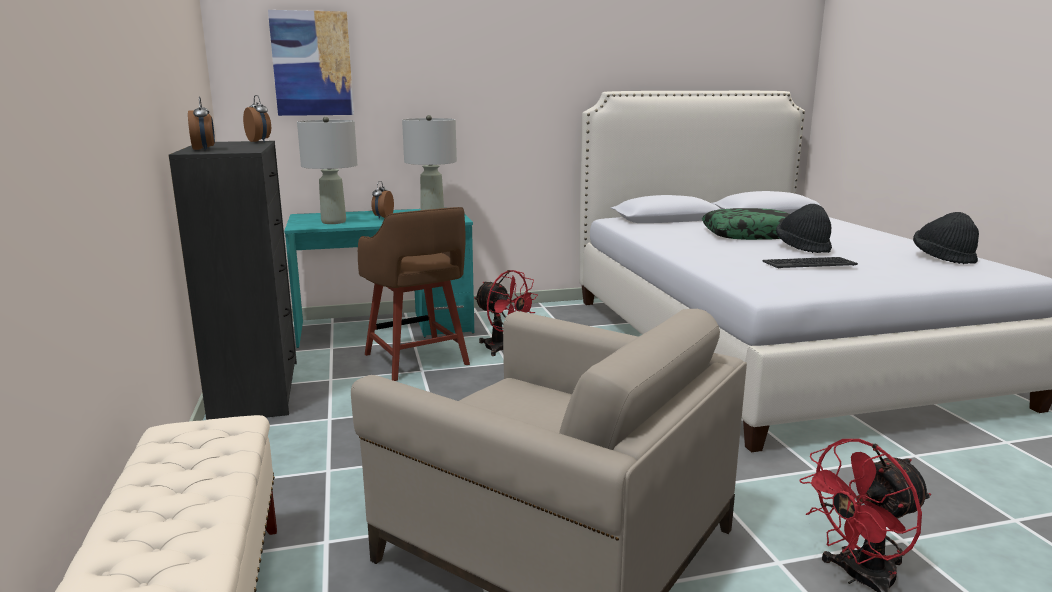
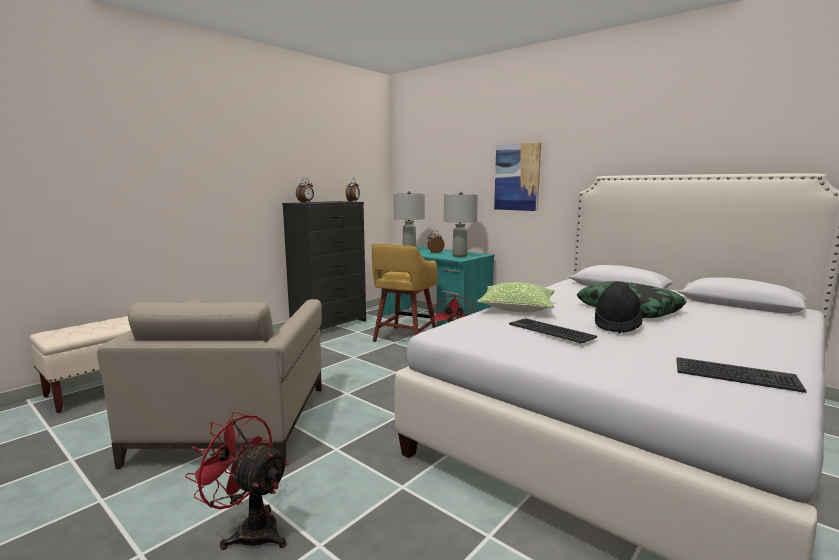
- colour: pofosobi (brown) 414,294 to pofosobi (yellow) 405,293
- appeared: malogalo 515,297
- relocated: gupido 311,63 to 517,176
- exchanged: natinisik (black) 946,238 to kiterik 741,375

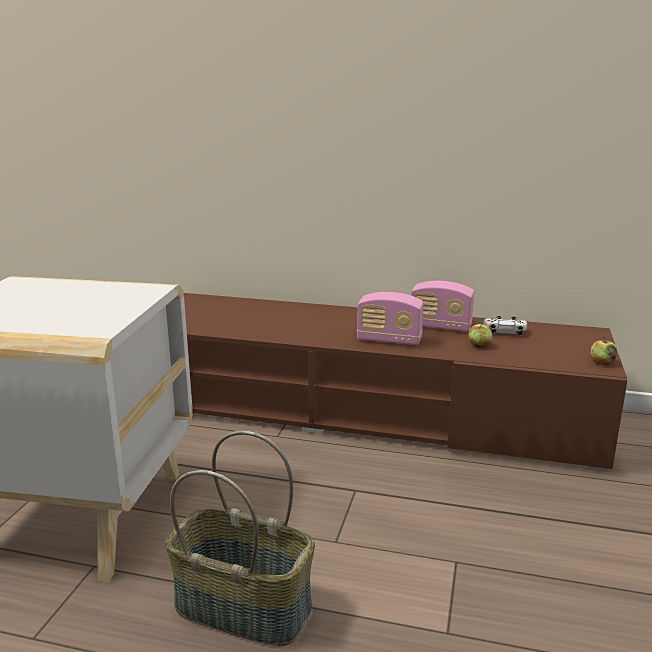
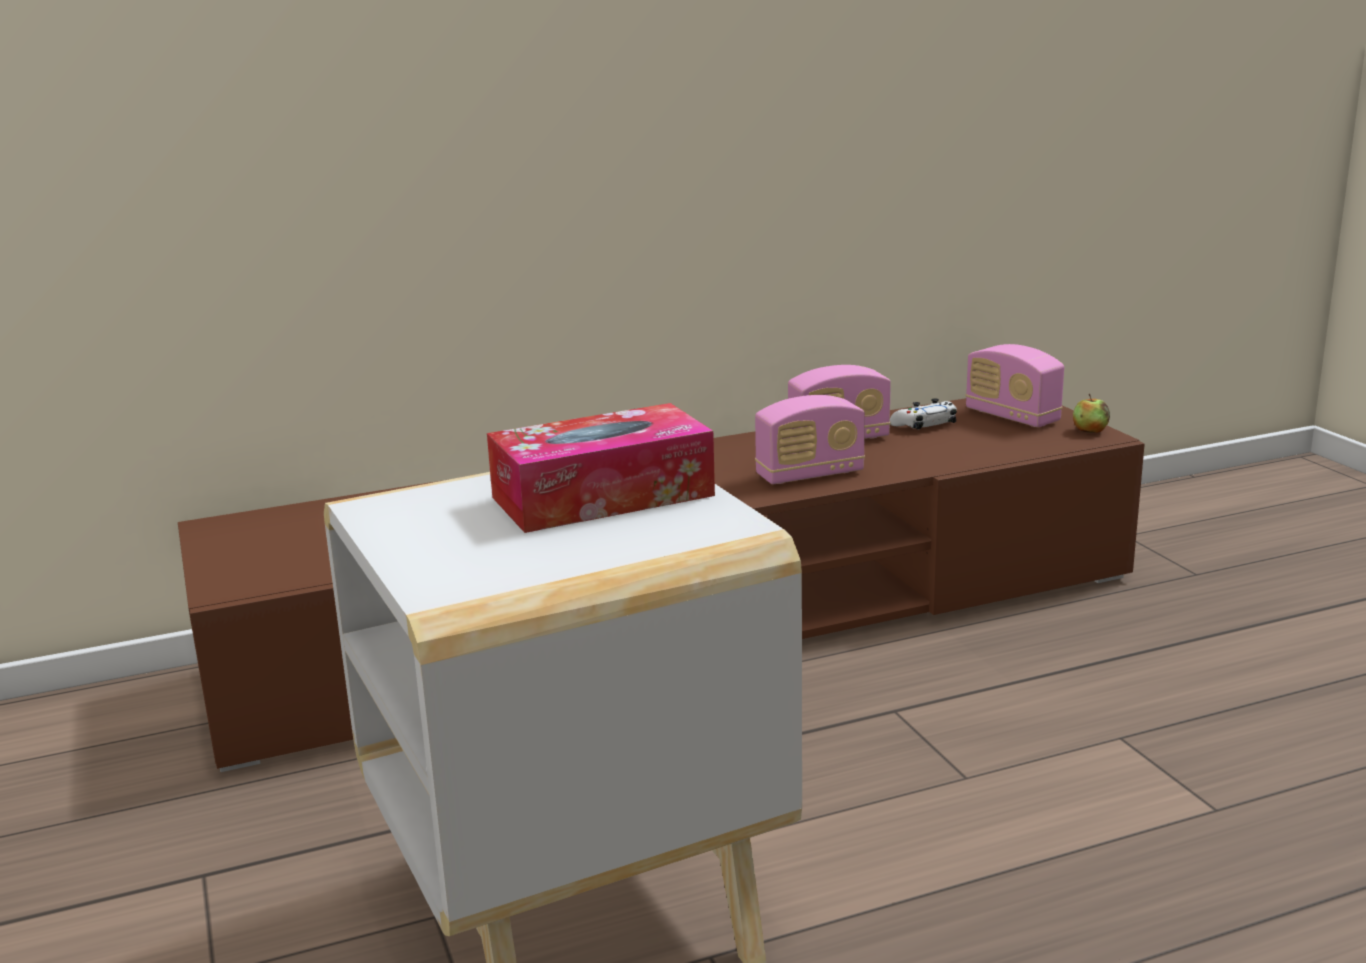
- appeared: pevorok 601,468
- appeared: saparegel 1015,385
- missing: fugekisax 240,538
- missing: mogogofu 480,335

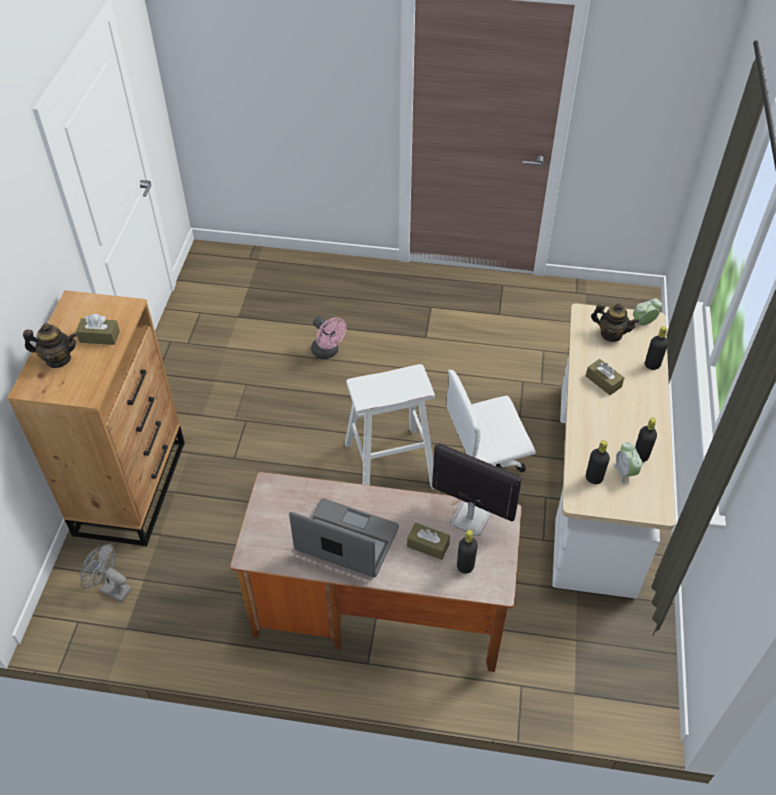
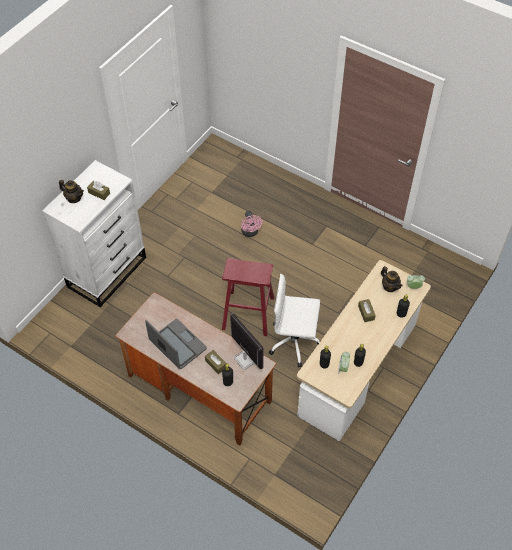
- colour: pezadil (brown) 96,418 to pezadil (white) 94,233
- colour: pofosobi (white) 390,426 to pofosobi (red) 248,297
- missing: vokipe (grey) 106,573

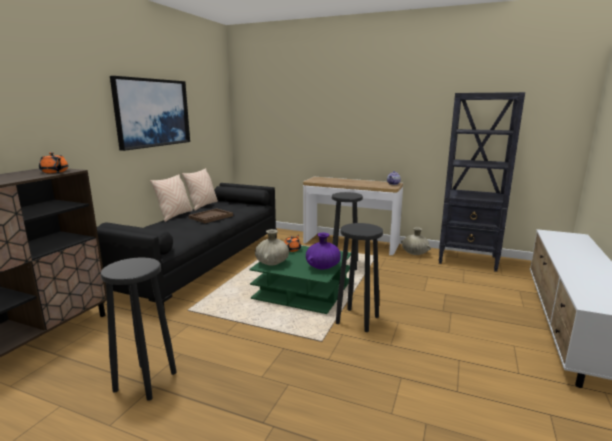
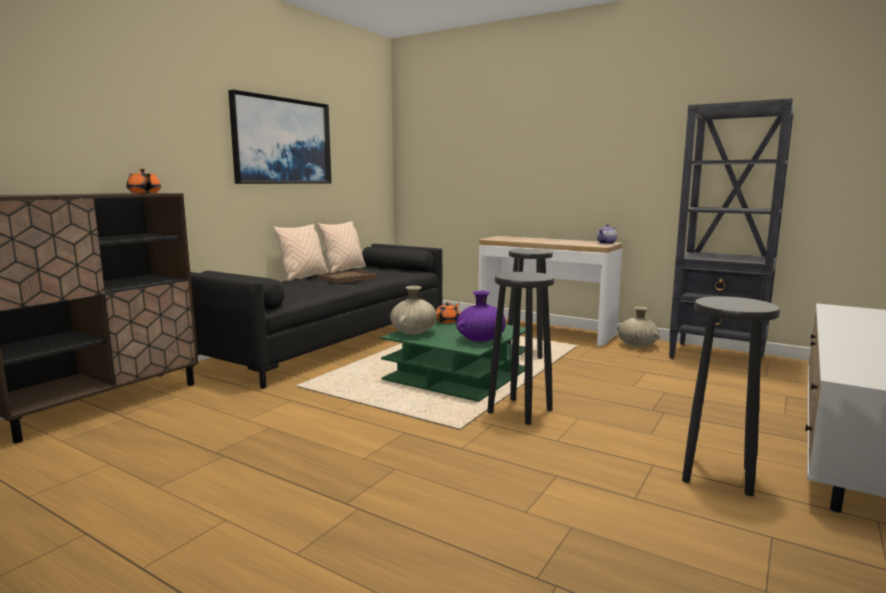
- relocated: pofosobi (black) 138,329 to 731,396

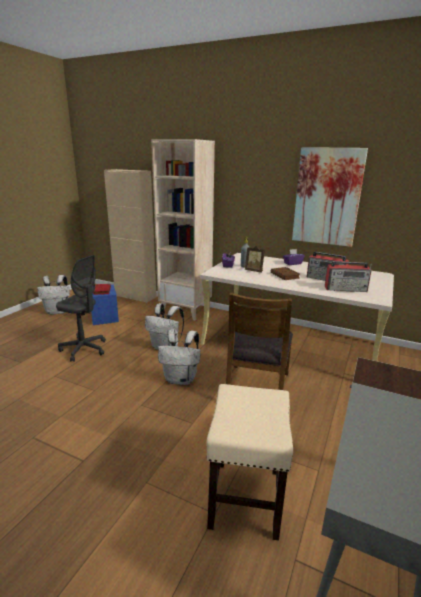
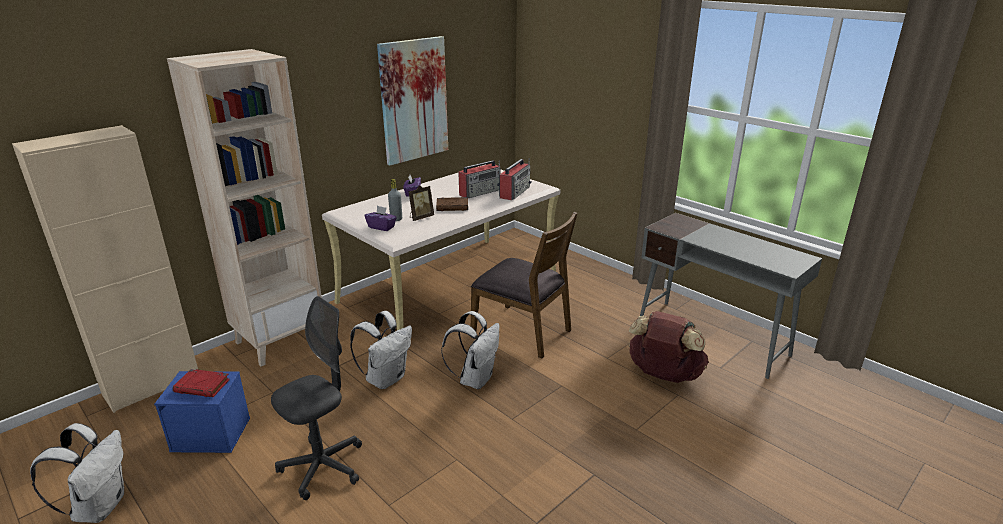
- exchanged: pofosobi (beige) 249,462 to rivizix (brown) 669,347

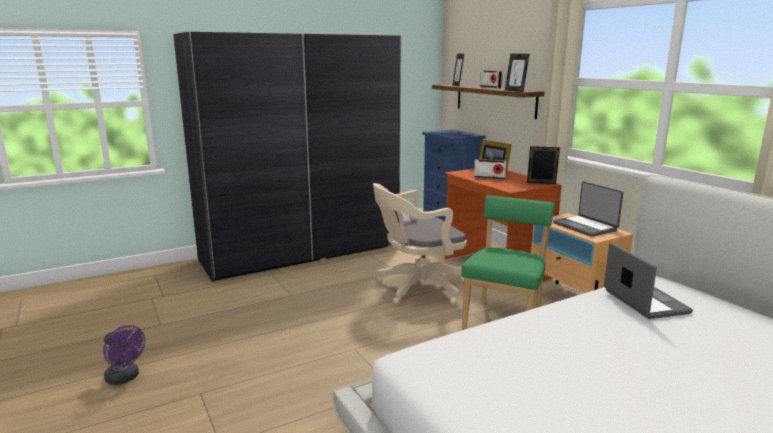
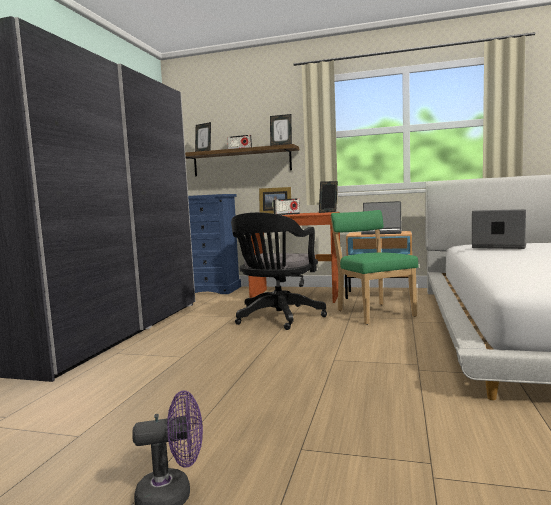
- colour: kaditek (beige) 420,244 to kaditek (black) 279,271

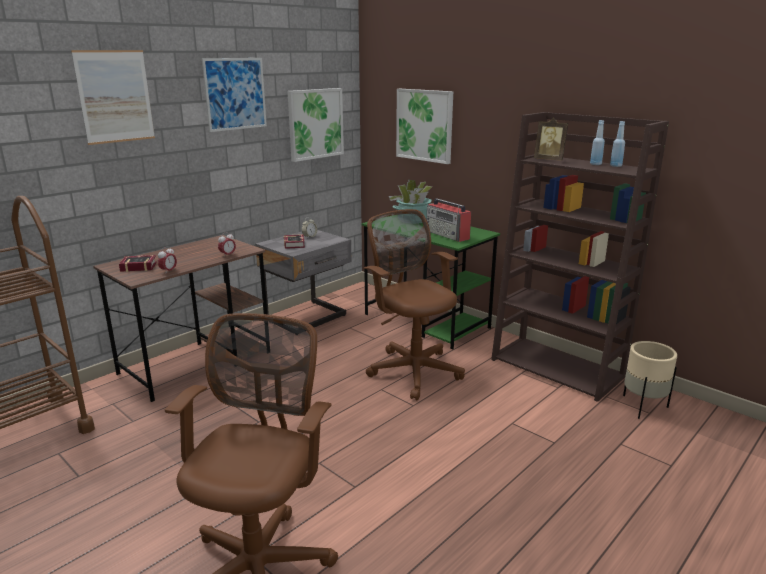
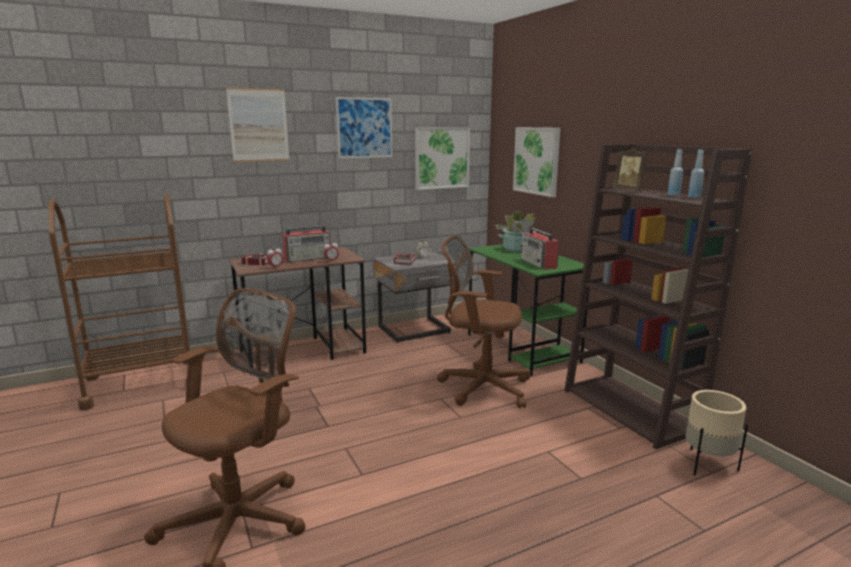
- appeared: saparegel 306,244
- spun: kaditek (brown) 414,304 = 484,321 60 degrees counterclockwise

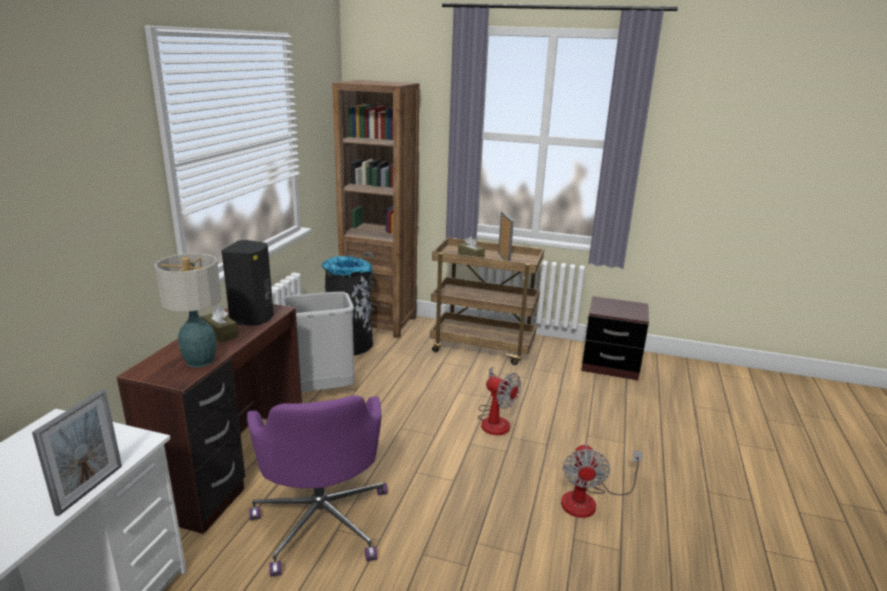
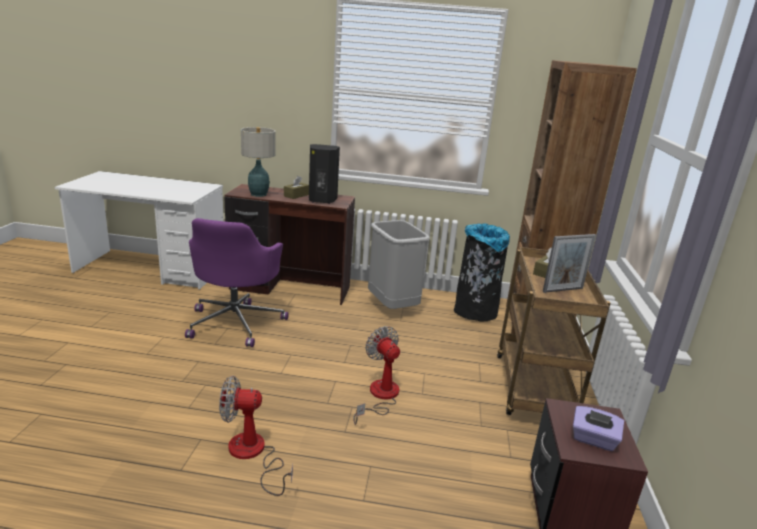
- spun: kaditek (purple) 317,486 = 237,282 60 degrees counterclockwise
- spun: vokipe 499,401 = 377,375 120 degrees clockwise
- appeared: pevorok (purple) 598,428
- missing: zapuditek 77,452

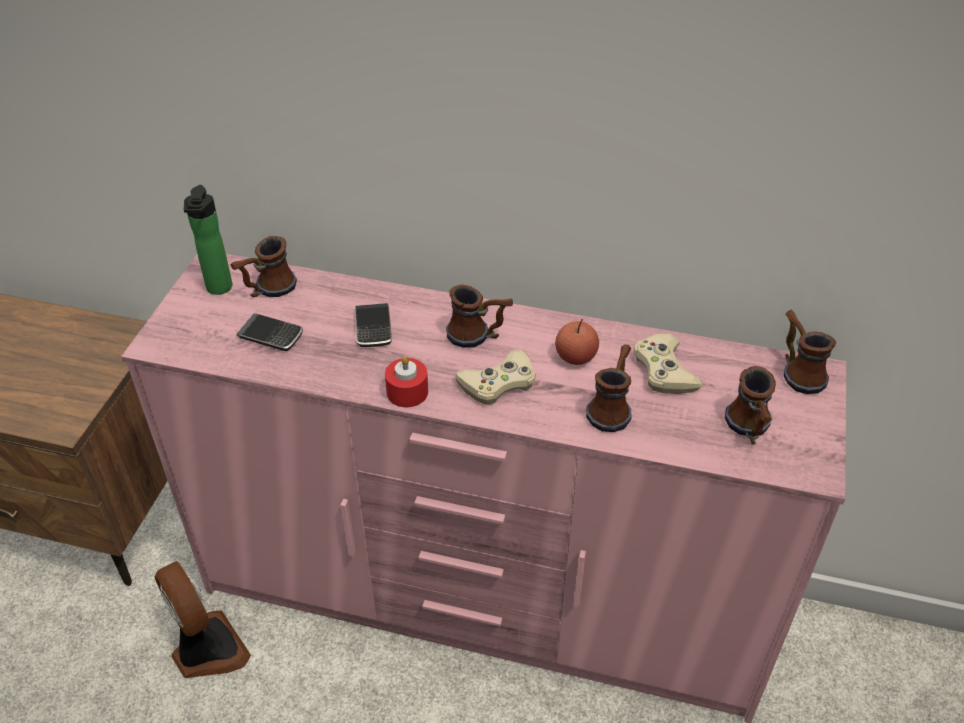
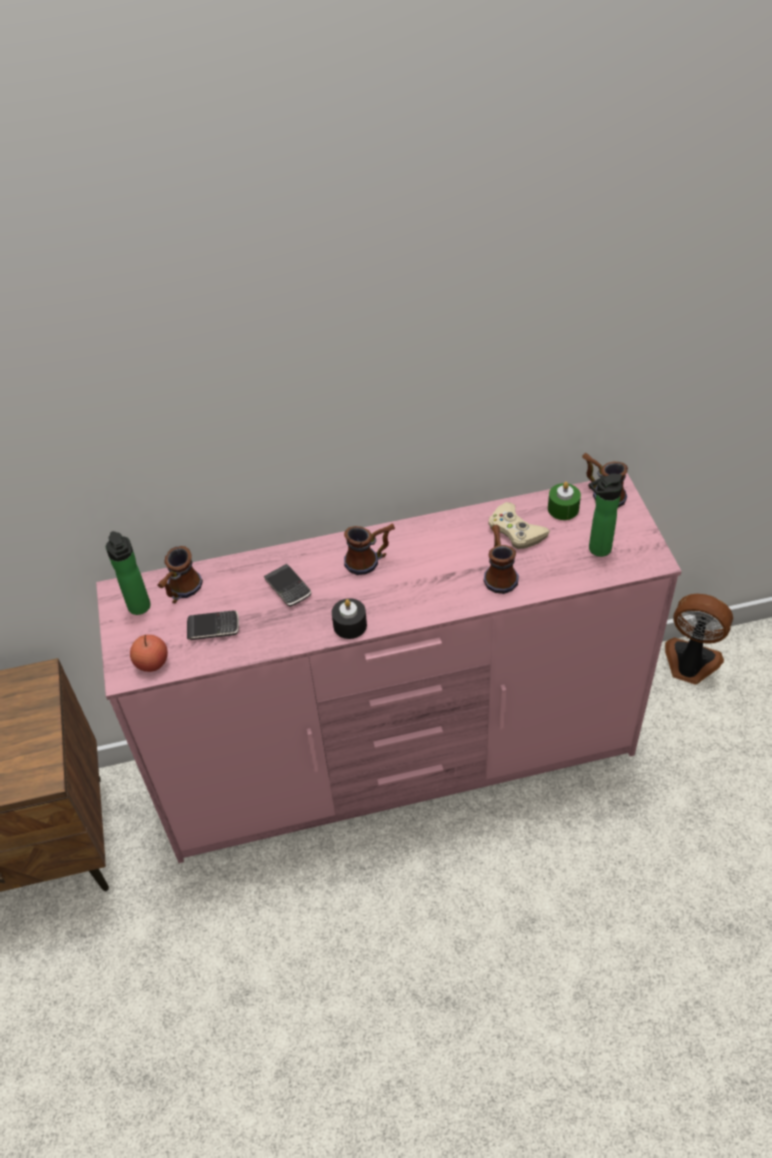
- relocated: mogogofu 577,342 to 149,653
- colour: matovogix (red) 406,381 to matovogix (black) 349,618
- appeared: matovogix (green) 564,501
- exchanged: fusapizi 750,405 to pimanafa 605,515
- relocated: vokipe 202,619 to 699,639
- missing: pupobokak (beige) 495,377

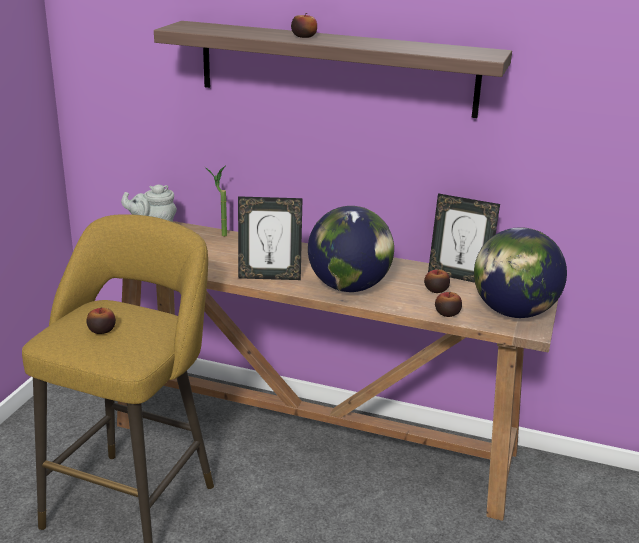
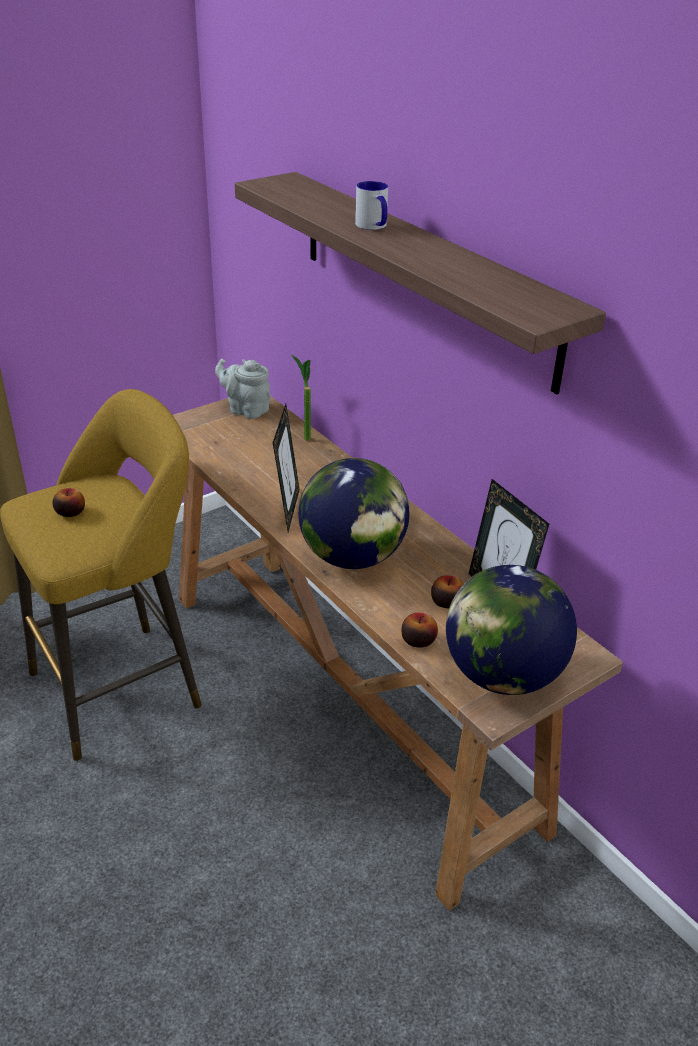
- spun: zapuditek 270,238 = 286,468 120 degrees counterclockwise
- exchanged: mogogofu 304,25 to fusapizi 371,205

